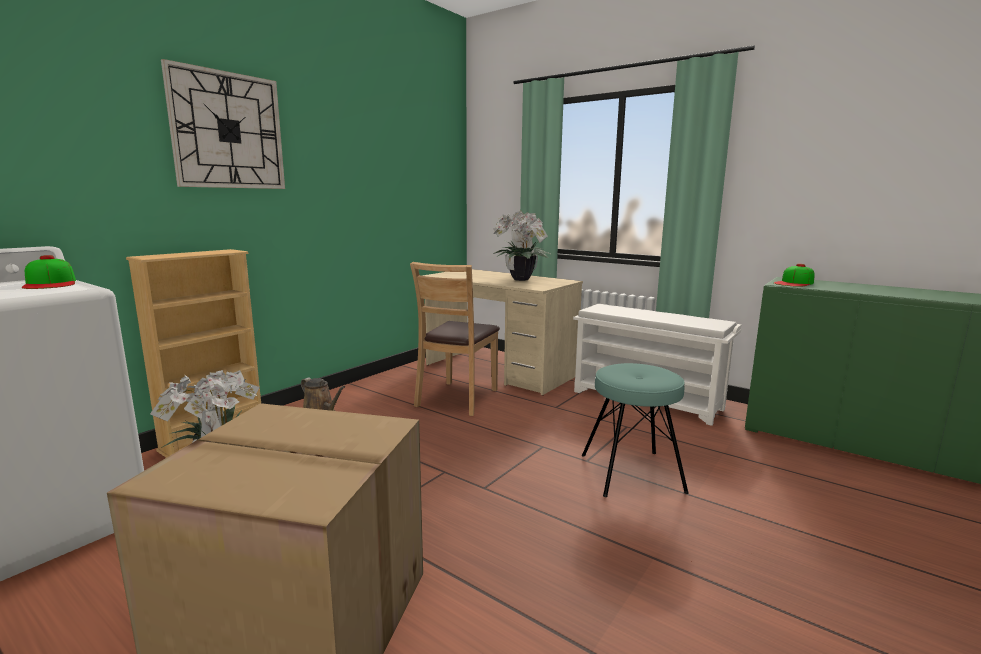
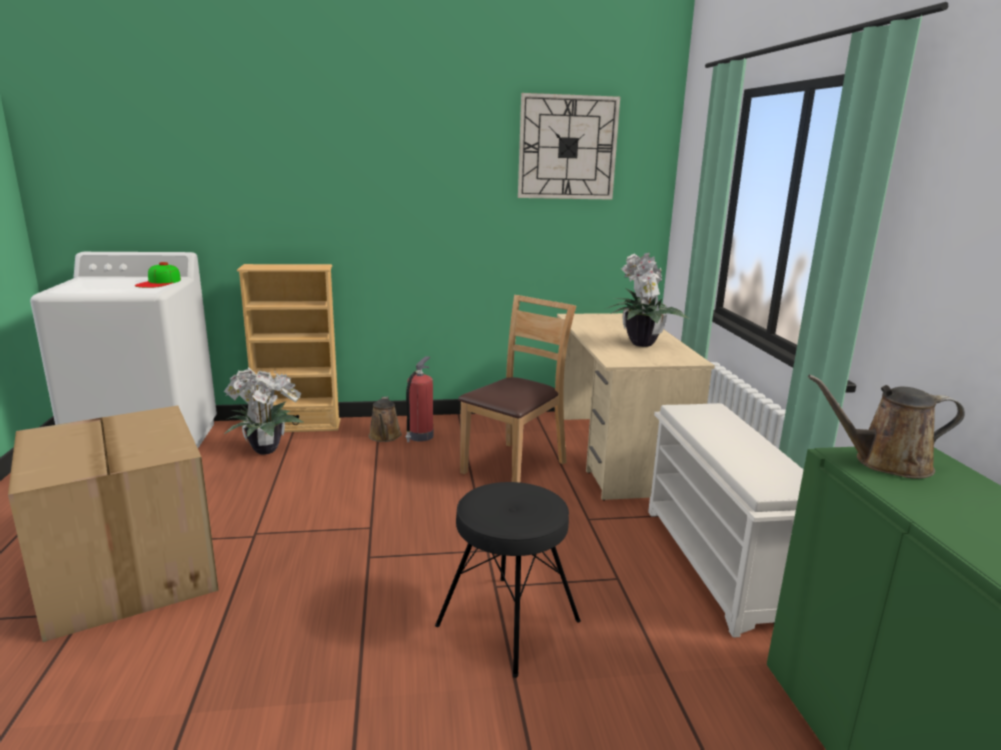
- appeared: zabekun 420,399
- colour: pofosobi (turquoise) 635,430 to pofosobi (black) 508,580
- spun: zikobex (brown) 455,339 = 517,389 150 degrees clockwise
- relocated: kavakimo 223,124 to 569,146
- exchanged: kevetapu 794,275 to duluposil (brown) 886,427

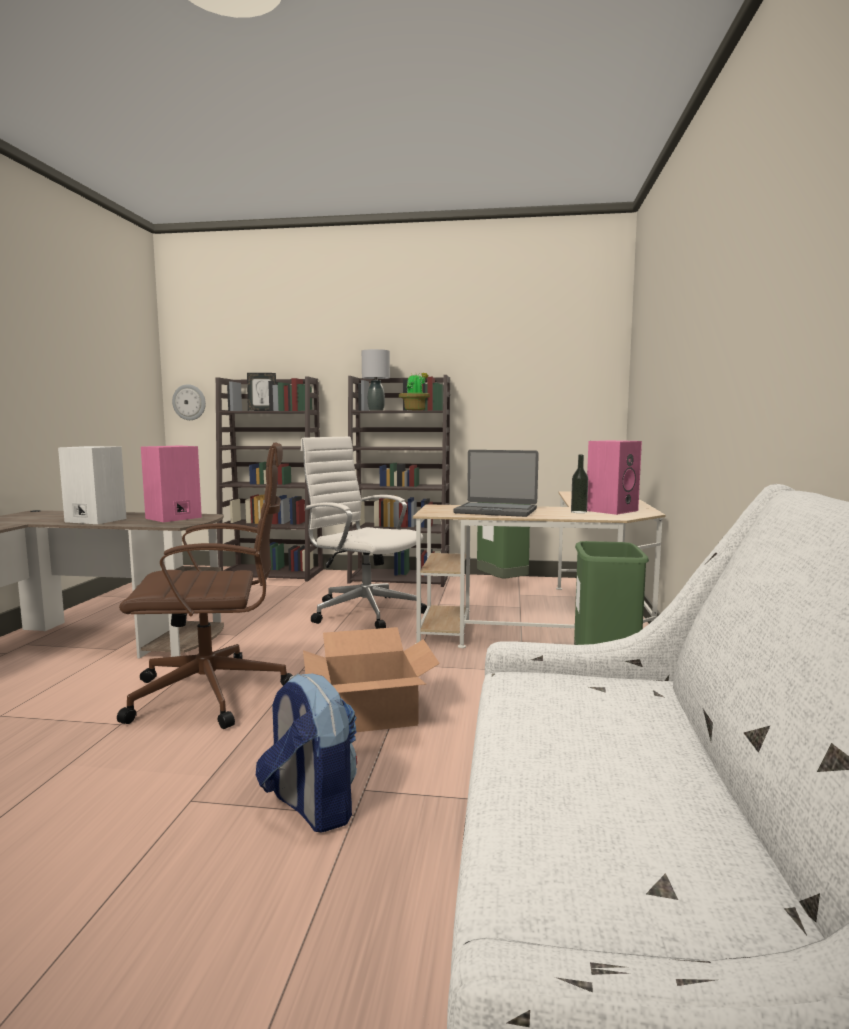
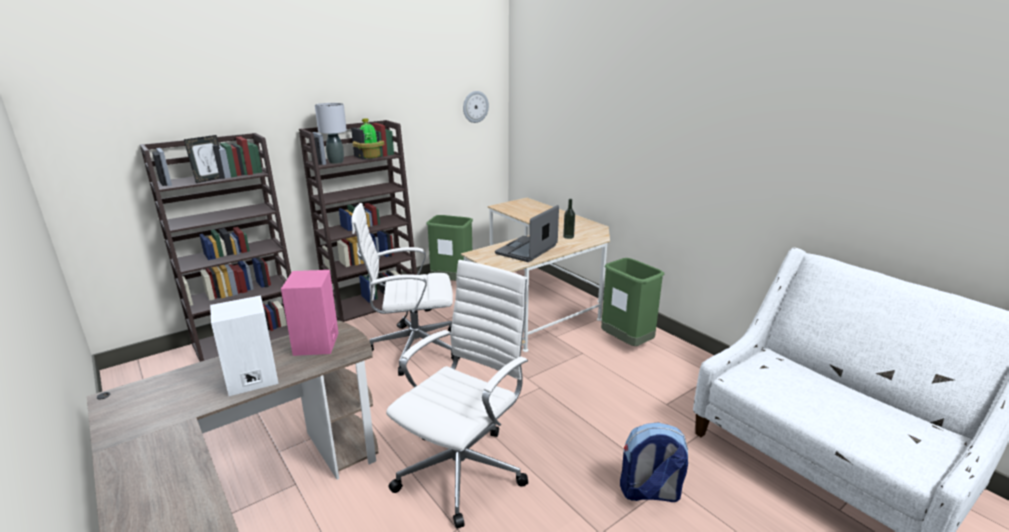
- colour: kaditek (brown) 205,585 to kaditek (white) 457,394
- relocated: kavakimo 189,402 to 476,107
- spun: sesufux 496,483 = 527,233 150 degrees clockwise
- missing: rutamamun 371,679
- missing: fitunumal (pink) 614,477

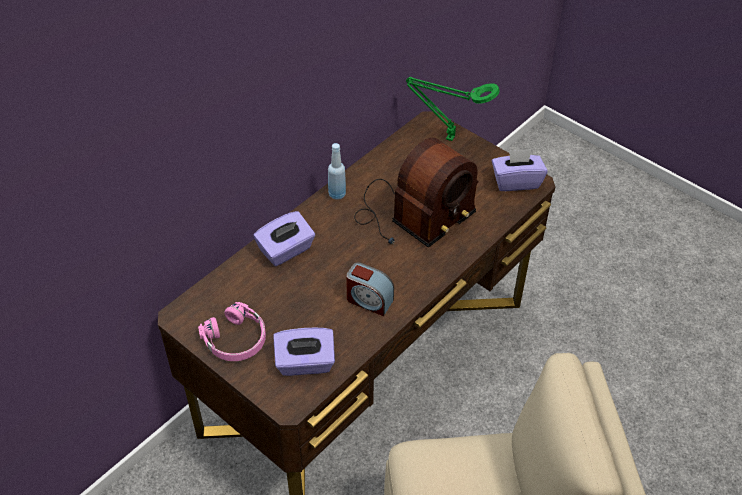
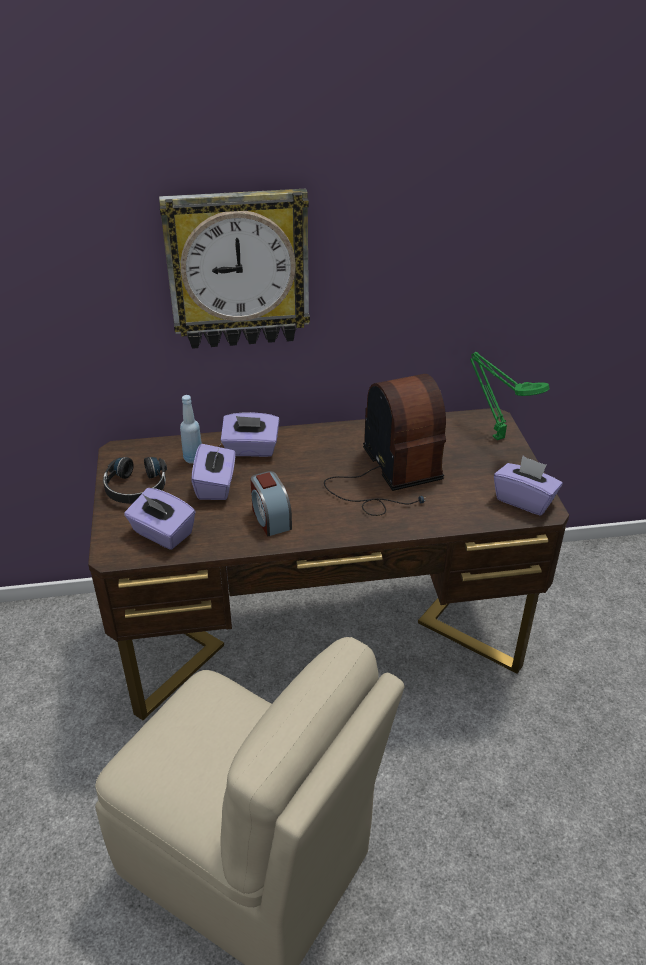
- colour: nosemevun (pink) 232,331 to nosemevun (black) 135,480
- appeared: kavakimo 234,269
- relocated: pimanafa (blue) 337,171 to 191,429
- appeared: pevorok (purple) 213,472
- spun: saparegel 416,193 = 385,445 105 degrees counterclockwise

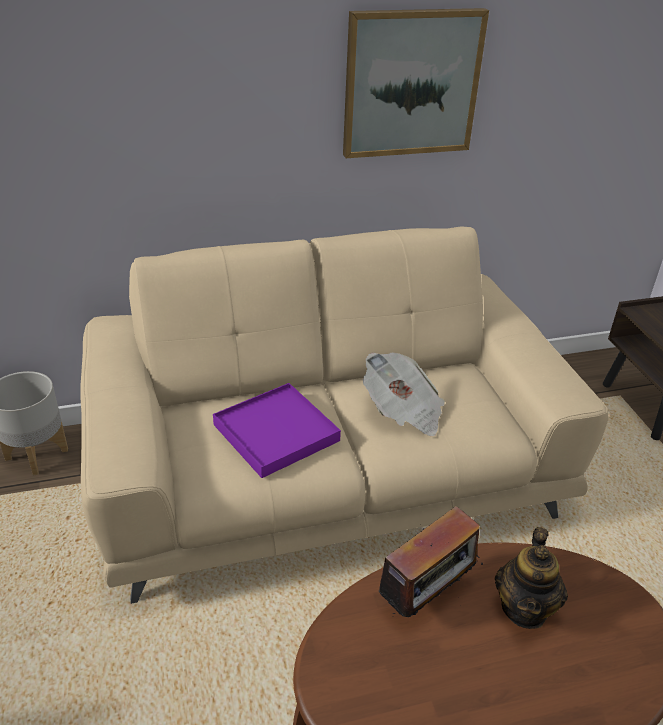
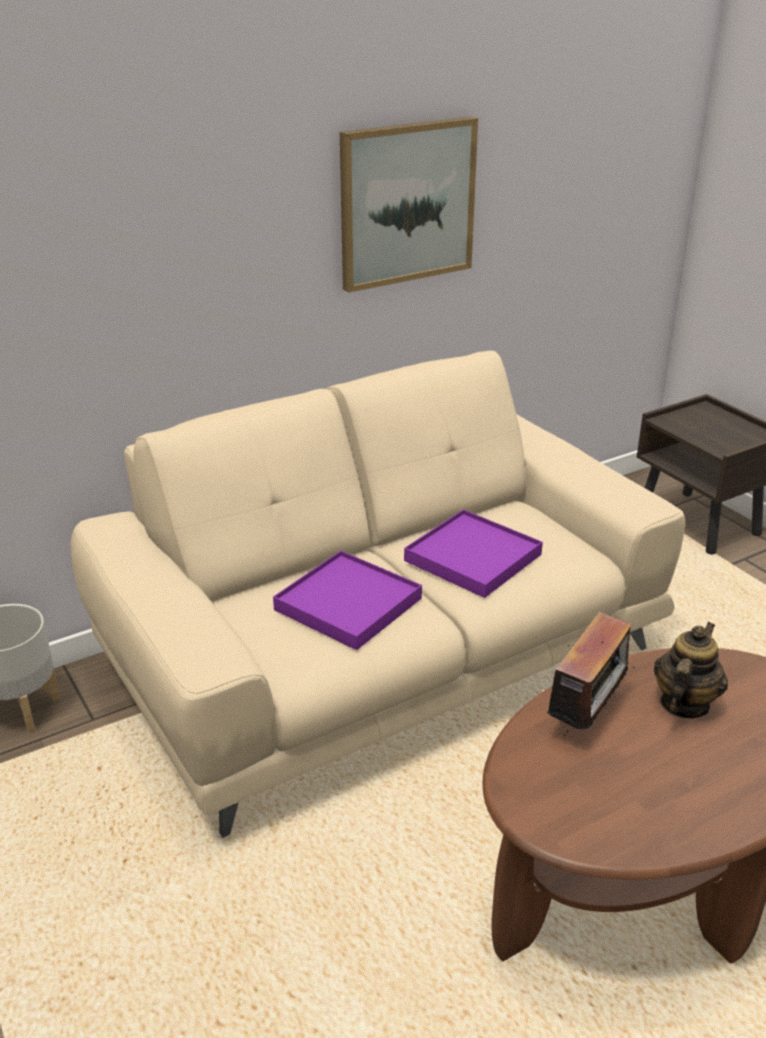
- exchanged: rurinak 404,394 to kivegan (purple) 473,553
- spun: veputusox 531,578 = 691,670 150 degrees counterclockwise

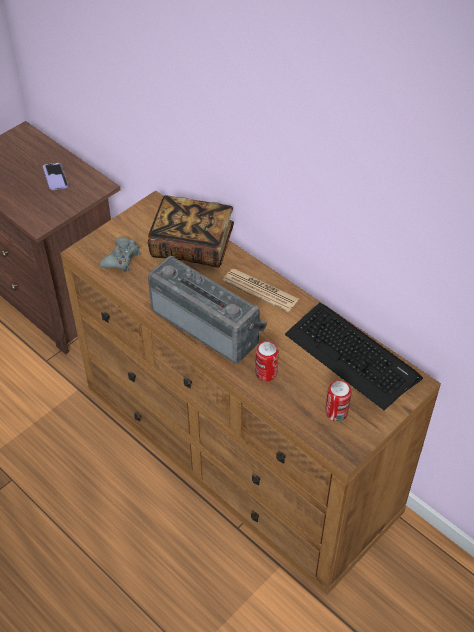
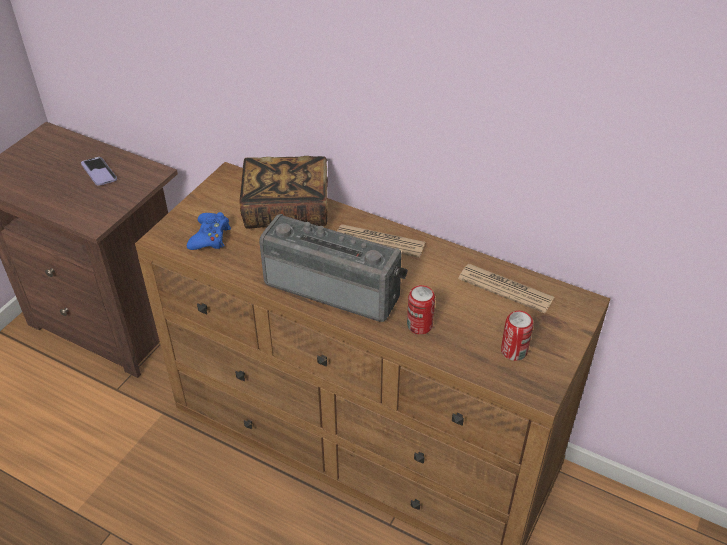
- colour: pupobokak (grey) 120,254 to pupobokak (blue) 209,231
- exchanged: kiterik 354,356 to rurinak 506,288

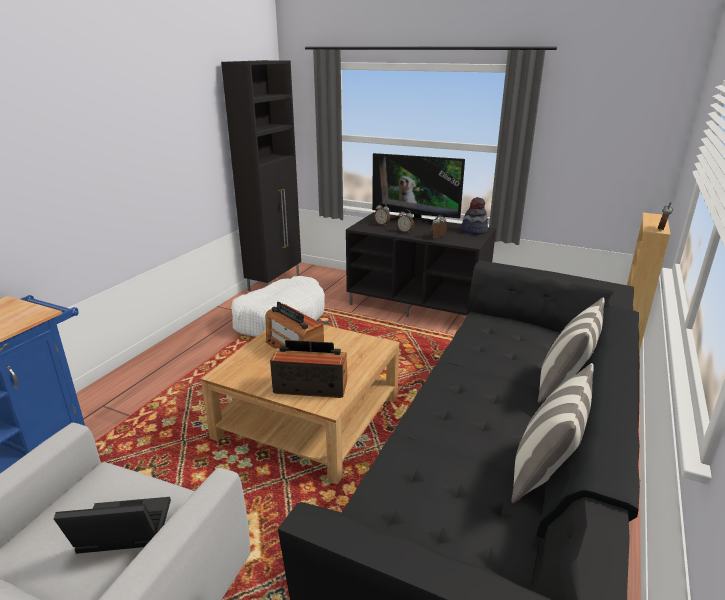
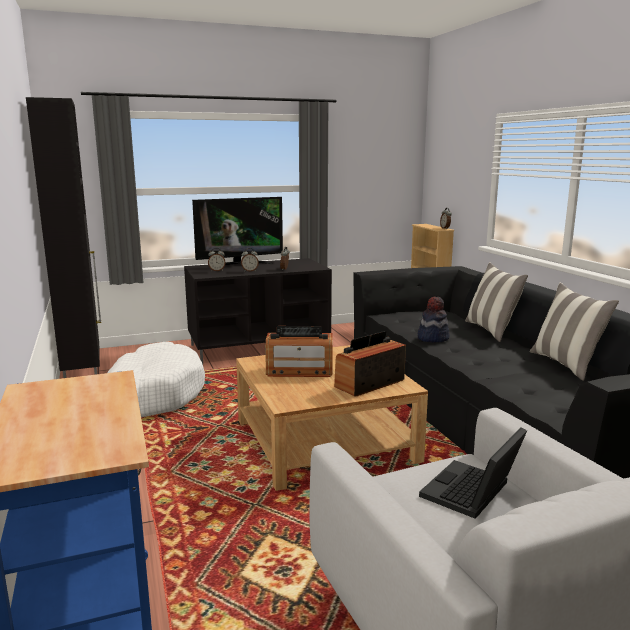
- relocated: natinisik 474,216 to 434,319

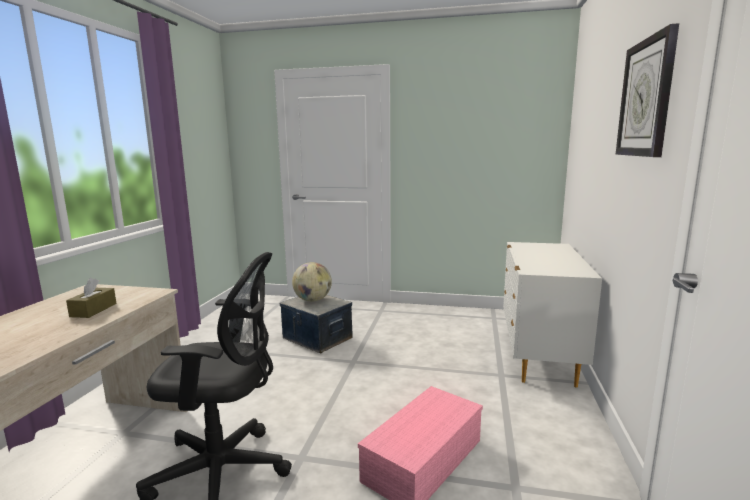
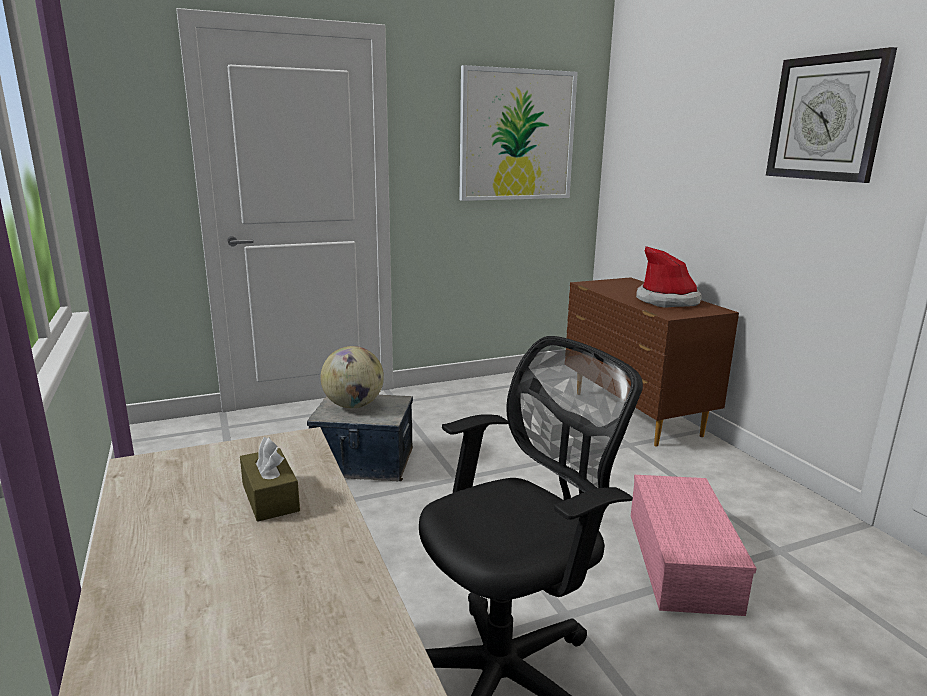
- appeared: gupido 518,133
- colour: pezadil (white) 552,315 to pezadil (brown) 652,362
- appeared: natinisik 669,277

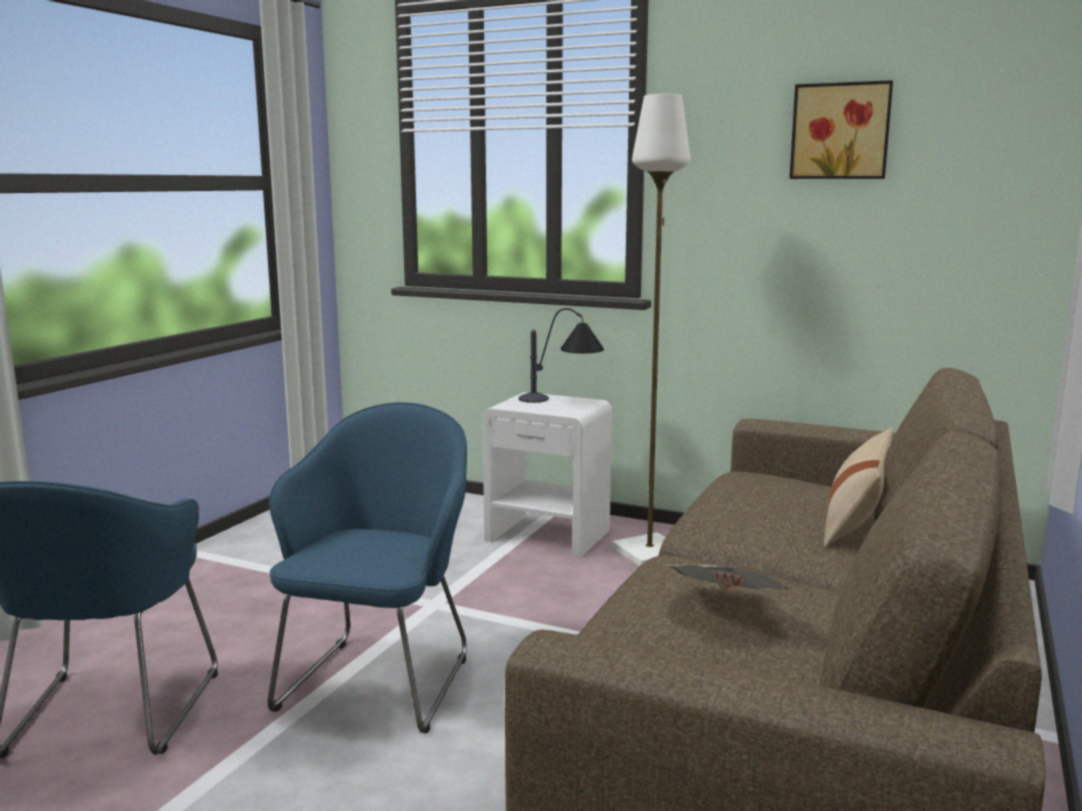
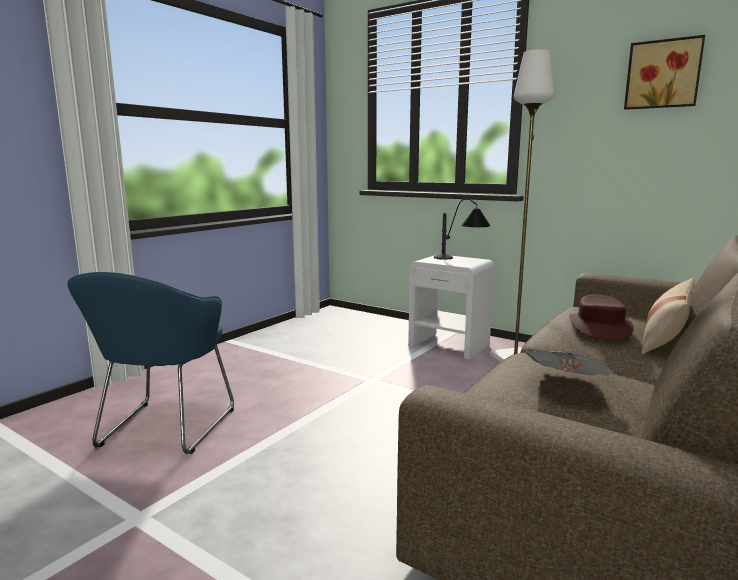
- appeared: natinisik (brown) 601,317
- missing: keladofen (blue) 367,567

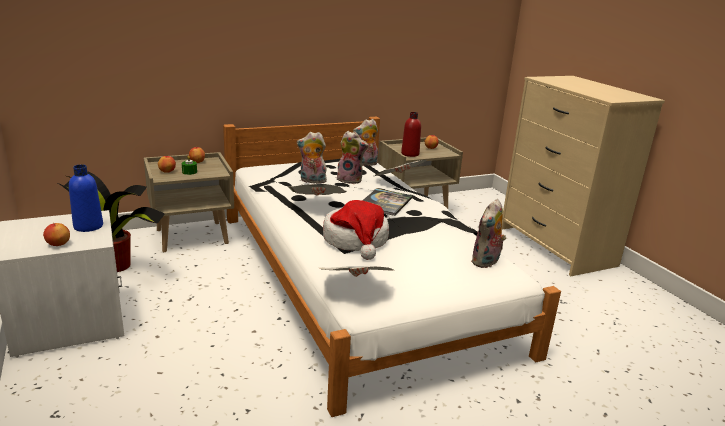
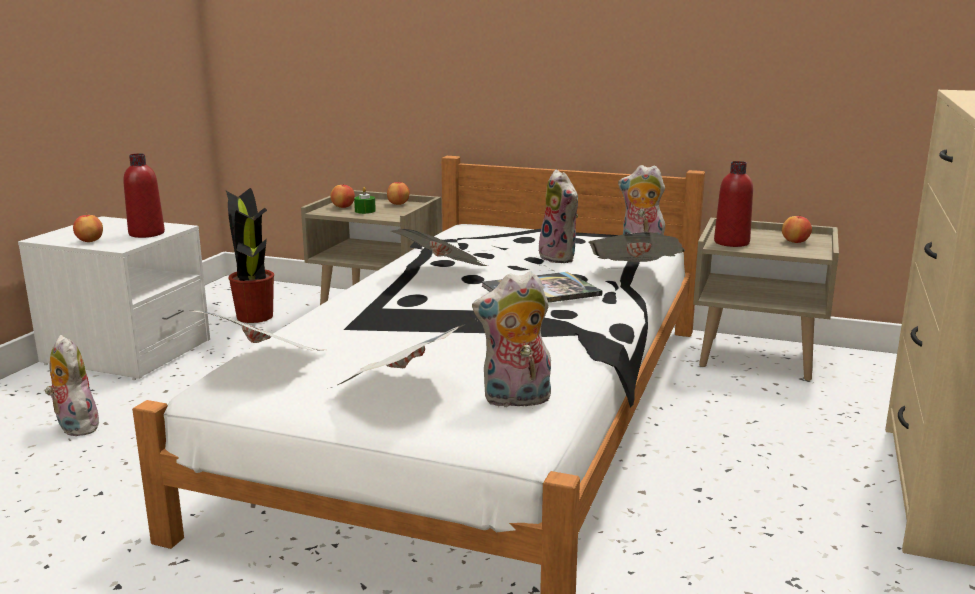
- relocated: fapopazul 312,158 to 72,385
- colour: pimanafa (blue) 86,198 to pimanafa (red) 144,195
- appeared: rurinak 398,356
- missing: natinisik 356,230

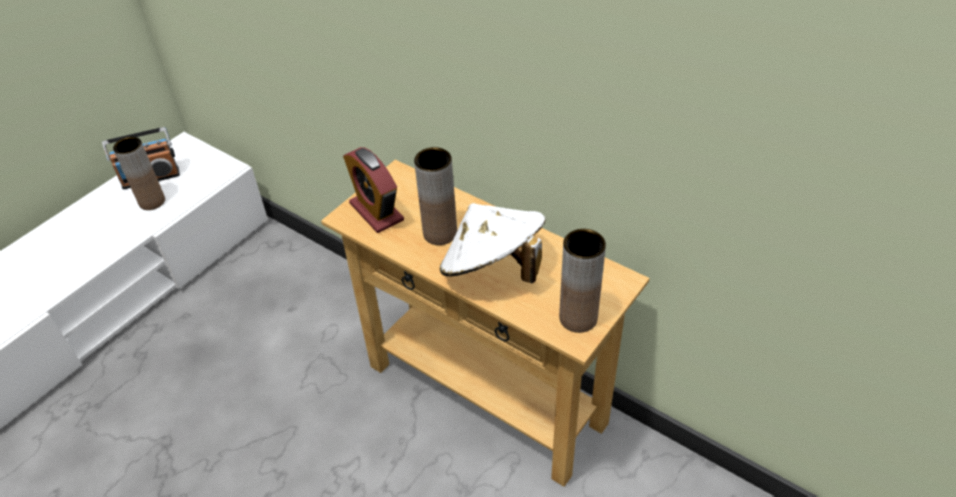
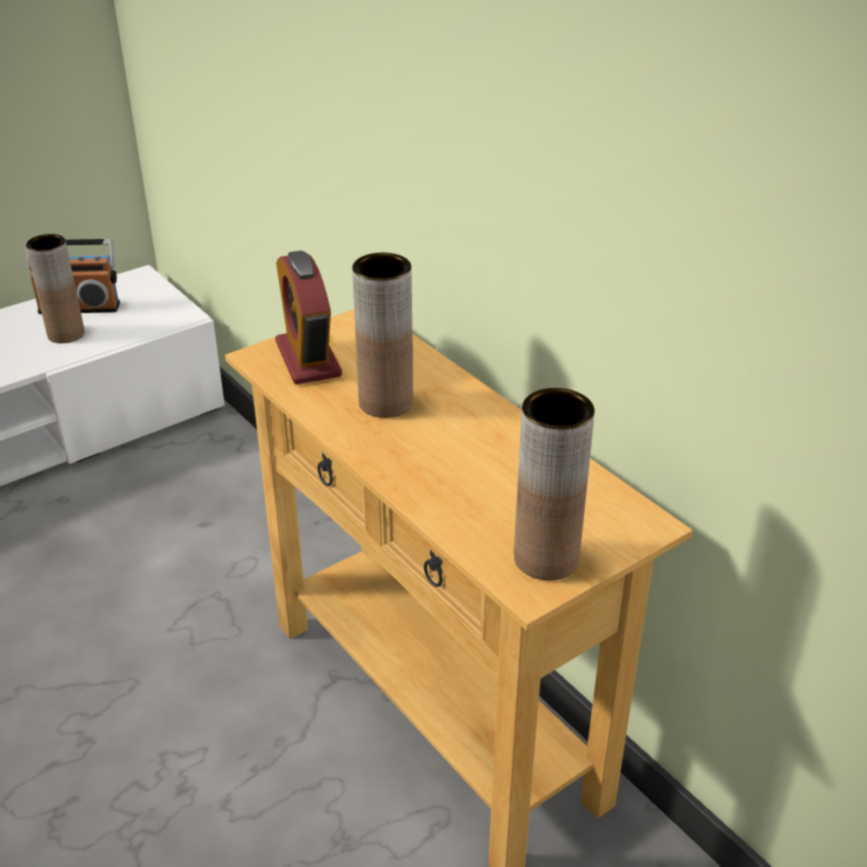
- missing: natinisik (white) 493,243

